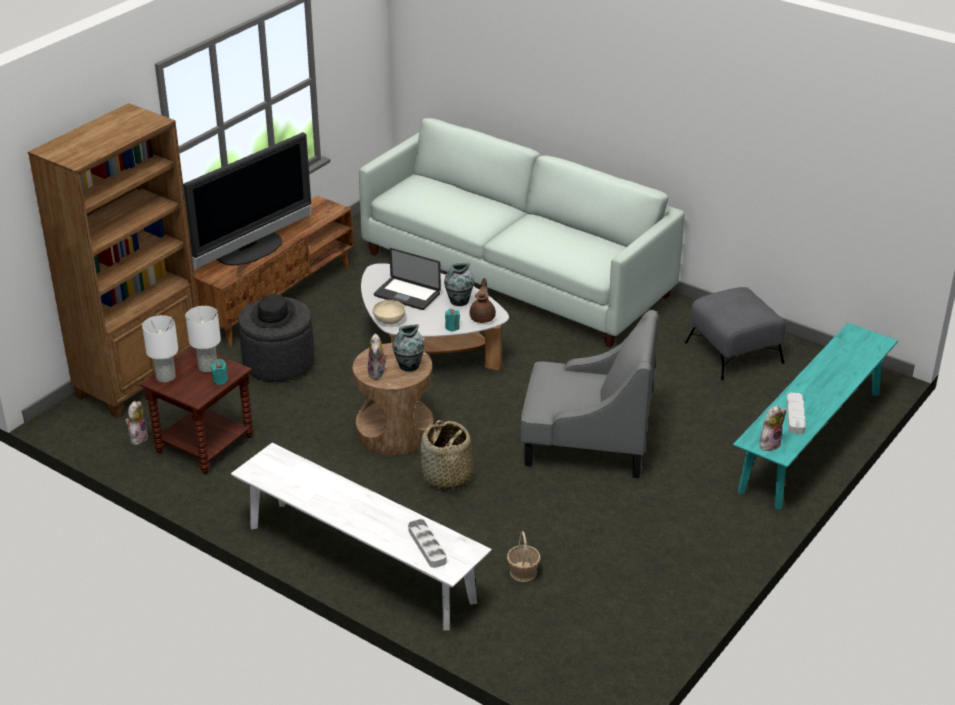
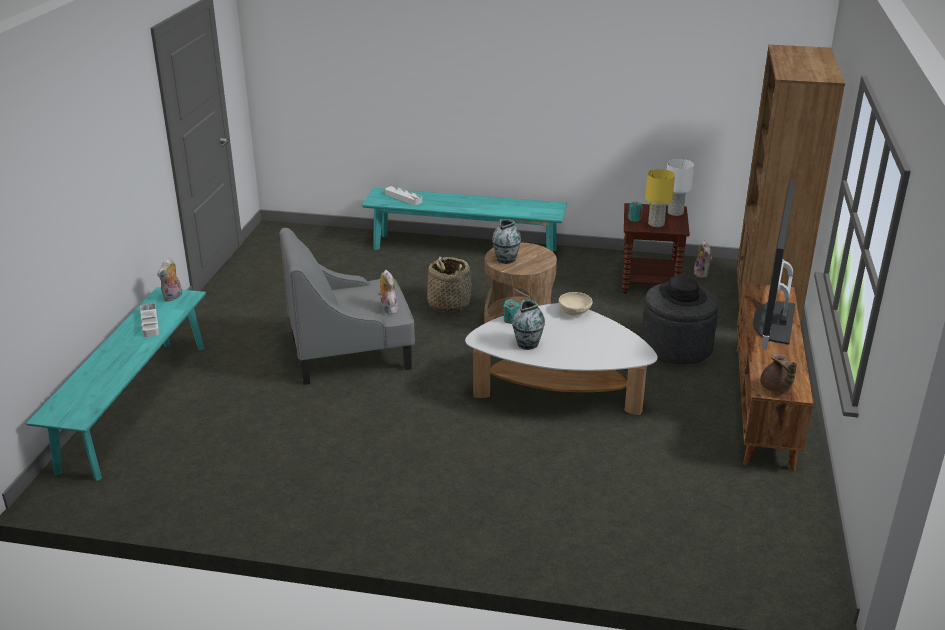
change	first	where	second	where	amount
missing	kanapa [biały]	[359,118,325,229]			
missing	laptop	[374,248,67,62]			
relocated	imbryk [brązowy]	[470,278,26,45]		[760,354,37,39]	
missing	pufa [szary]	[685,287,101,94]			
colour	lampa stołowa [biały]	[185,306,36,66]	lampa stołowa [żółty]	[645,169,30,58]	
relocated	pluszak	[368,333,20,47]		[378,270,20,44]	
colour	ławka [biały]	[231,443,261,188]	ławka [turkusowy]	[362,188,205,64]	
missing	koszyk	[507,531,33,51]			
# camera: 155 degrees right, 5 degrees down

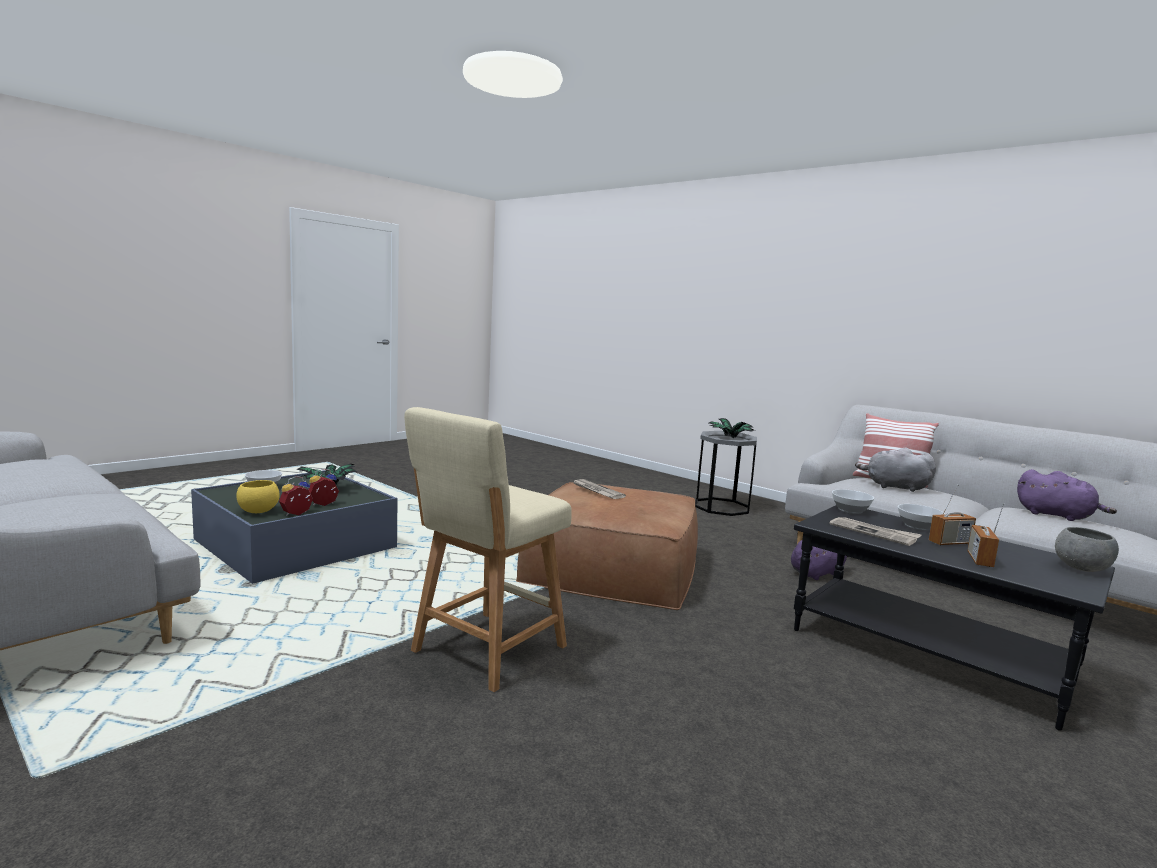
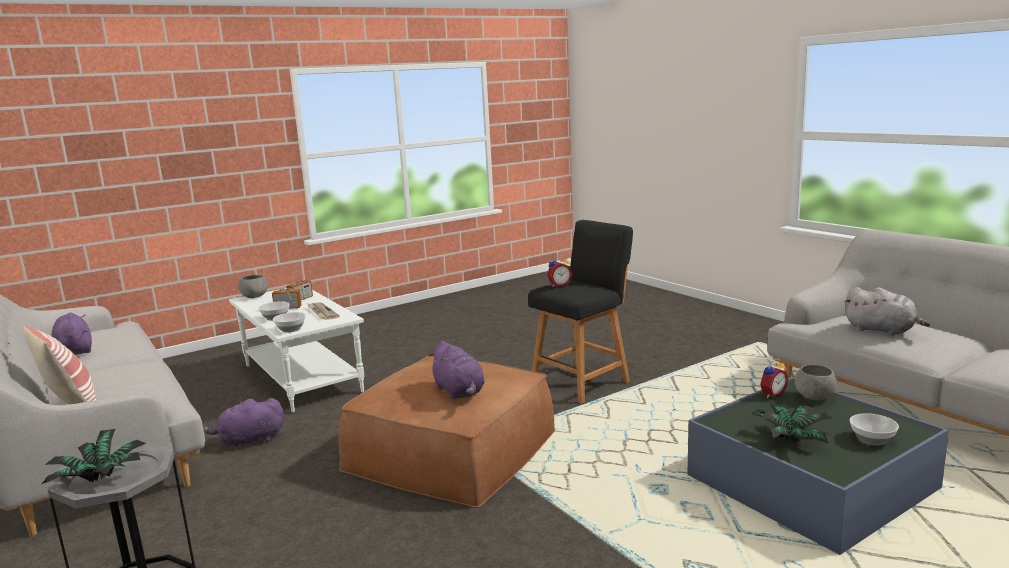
change	first	where	second	where	amount
colour	stołek [beżowy]	[404,407,168,285]	stołek [czarny]	[528,220,105,184]	
relocated	pluszak [szary]	[855,448,81,44]		[844,287,86,49]	
relocated	budzik	[308,469,31,37]		[547,255,25,32]	
exchanged	gazeta	[572,479,54,20]	pluszak [fioletowy]	[428,341,57,58]	
colour	miska [żółty]	[236,480,44,33]	miska [szary]	[795,365,41,35]	
colour	ława [czarny]	[794,505,321,226]	ława [biały]	[229,288,136,124]	
# camera: 165 degrees left, 5 degrees up

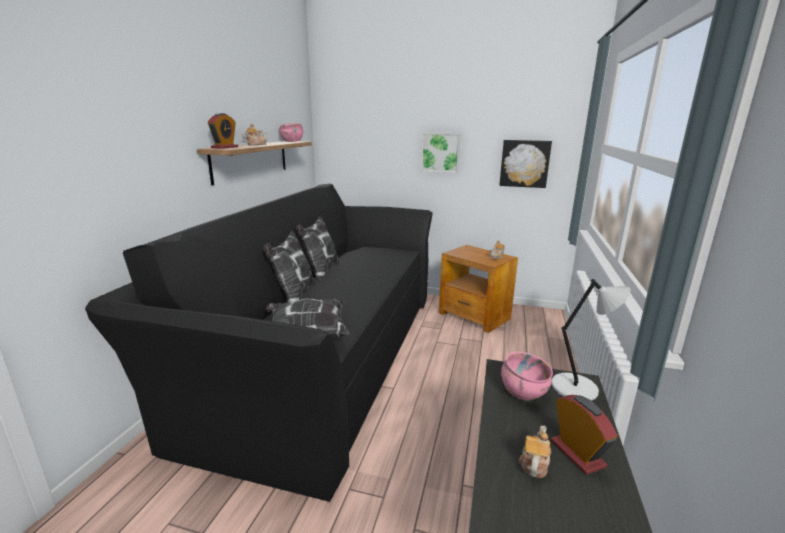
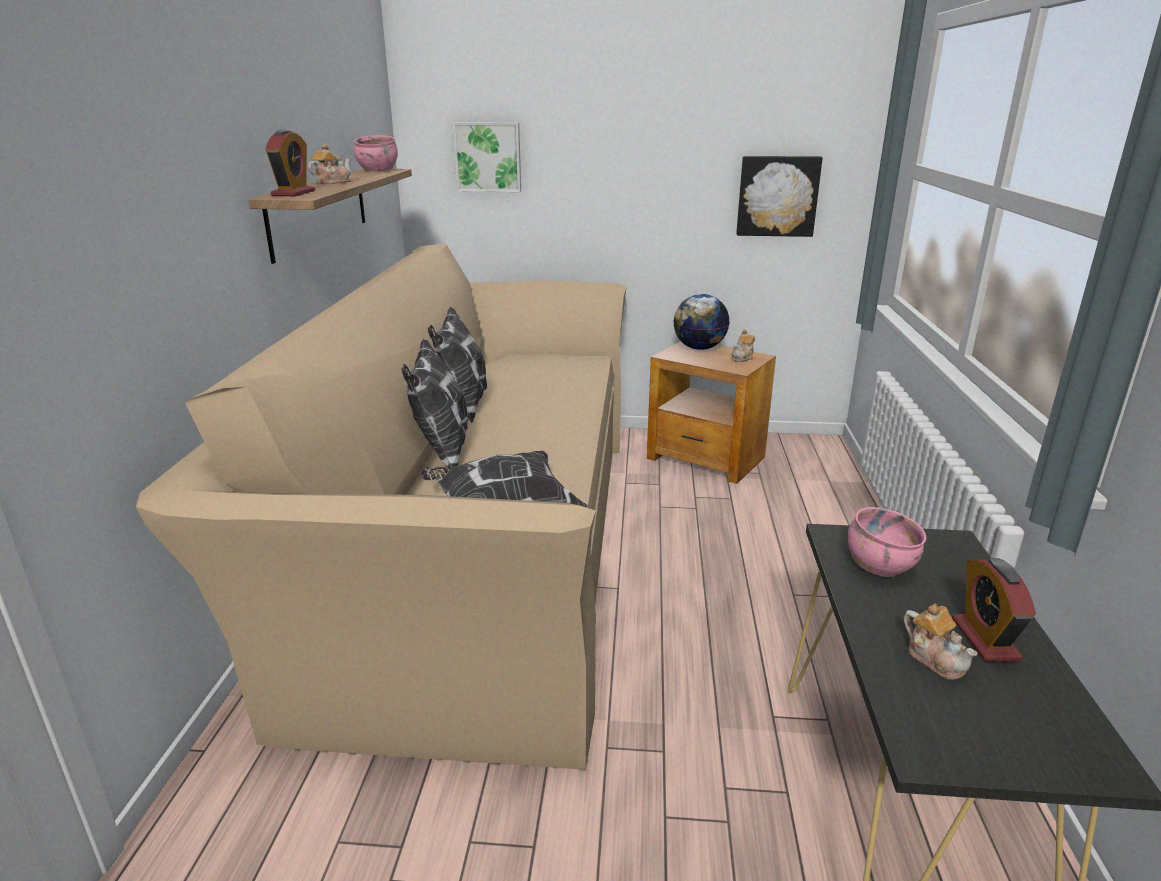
change	first	where	second	where	amount
relocated	obraz	[421,133,40,40]		[453,122,68,70]	
colour	kanapa [czarny]	[85,183,348,319]	kanapa [beżowy]	[136,243,491,527]	
missing	lampa stołowa [szary]	[551,279,80,122]			
spun	budzik	[551,395,67,80]		[952,558,84,104]	150 degrees counterclockwise
spun	imbryk	[519,426,32,52]		[904,604,74,76]	135 degrees clockwise
appeared			globus	[673,294,57,56]	
# camera: 10 degrees left, 5 degrees up

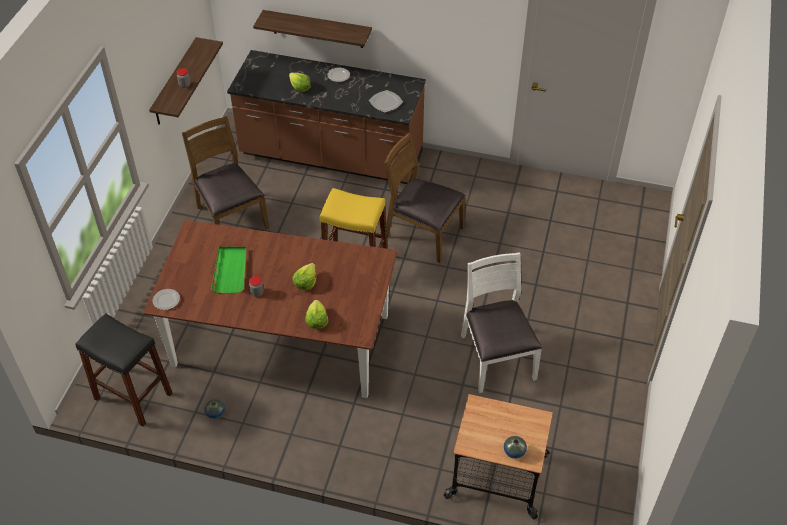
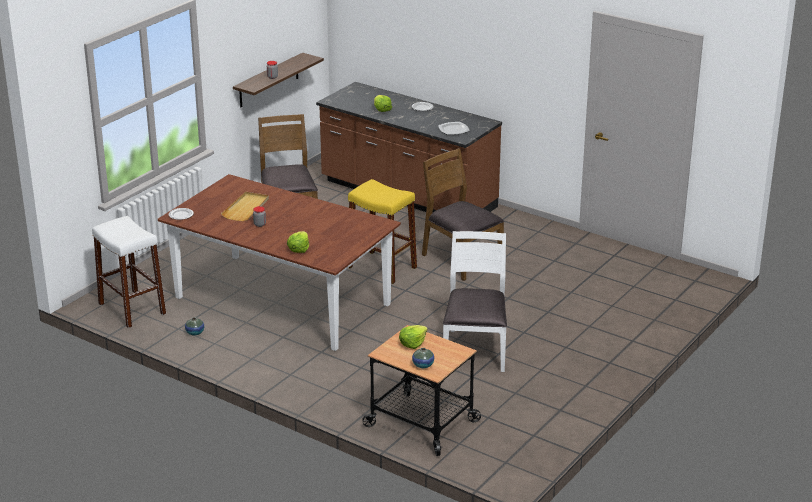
change	first	where	second	where	amount
missing	półka	[253,10,119,38]			
colour	taca [zielony]	[211,246,36,47]	taca [beżowy]	[221,192,48,29]	
relocated	sałata	[293,263,23,27]		[399,325,29,24]	
colour	stołek [czarny]	[75,313,97,114]	stołek [biały]	[92,216,74,112]	
# camera: 20 degrees right, 20 degrees down

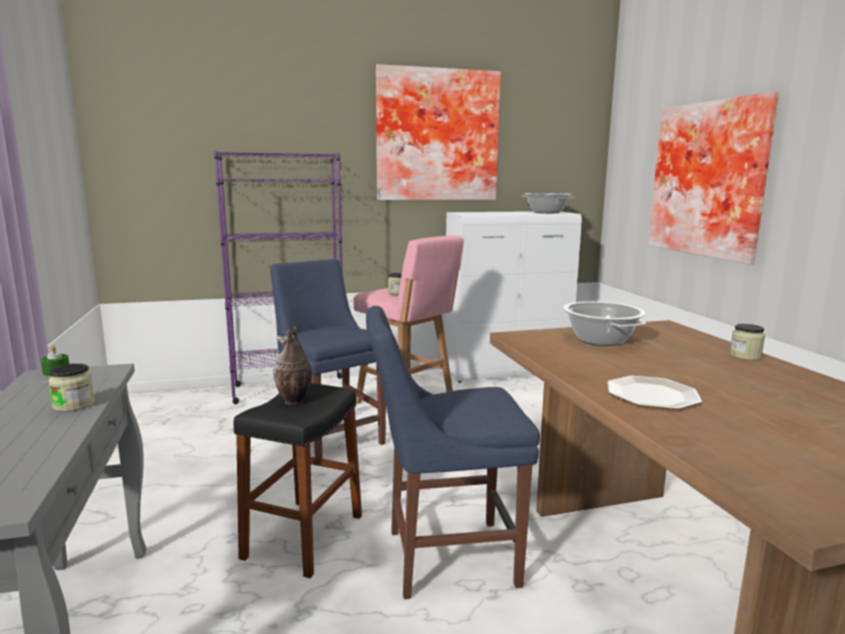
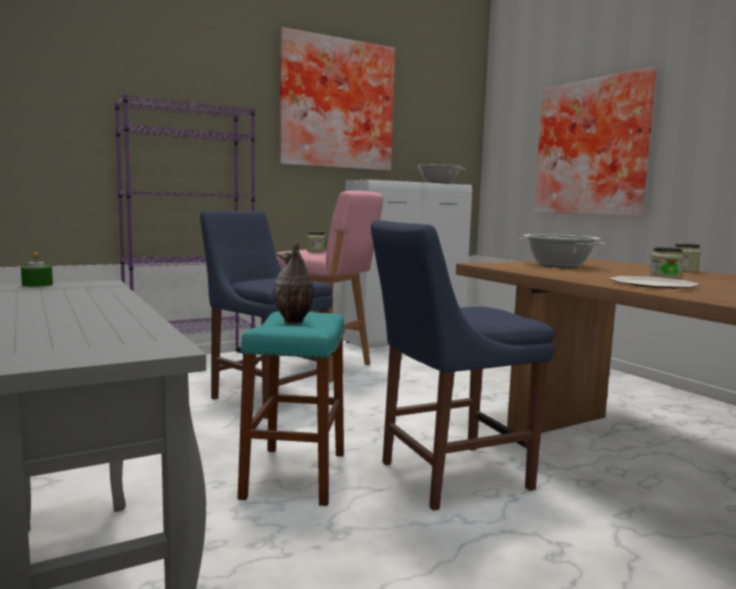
change	first	where	second	where	amount
relocated	słoik	[48,363,47,49]		[650,247,33,33]	
colour	stołek [czarny]	[234,383,128,195]	stołek [turkusowy]	[238,311,107,195]	
# camera: 15 degrees left, 5 degrees down

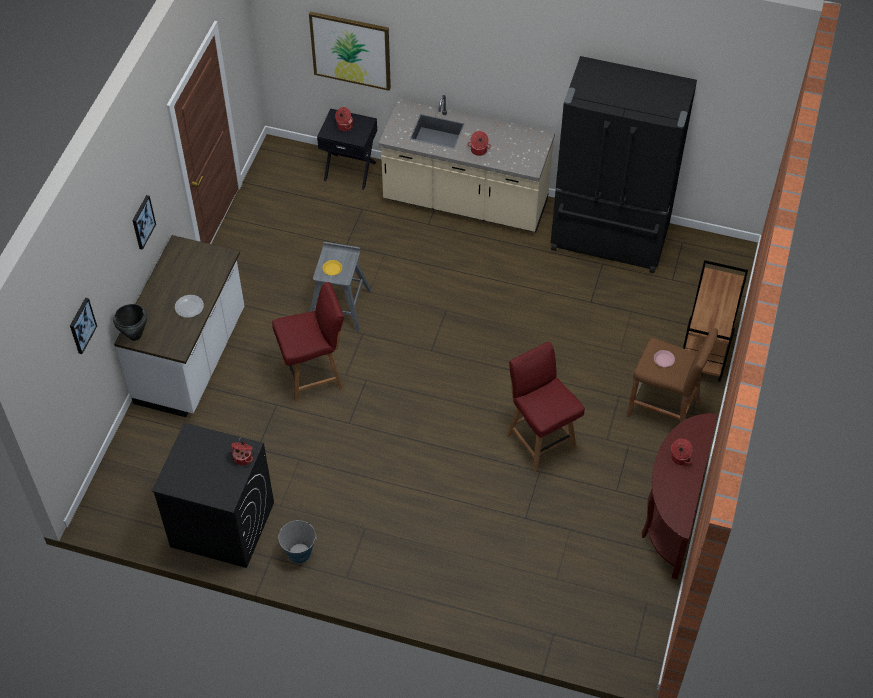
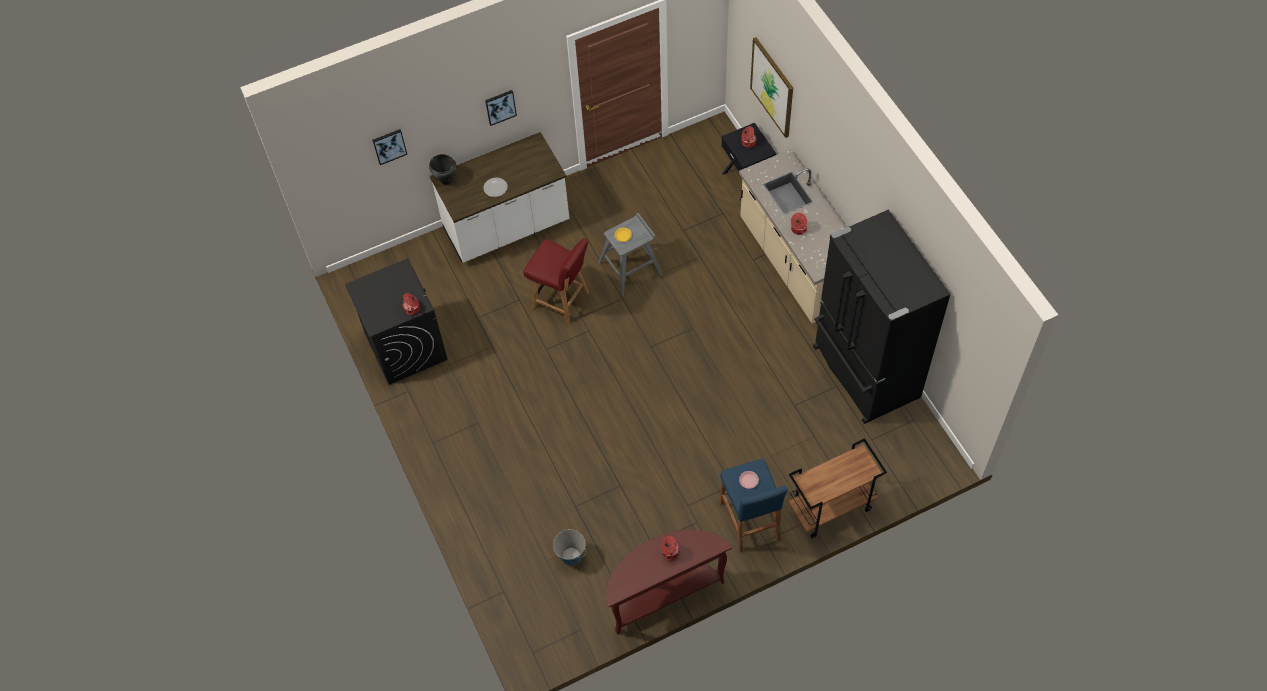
change	first	where	second	where	amount
colour	stołek [brązowy]	[627,328,91,95]	stołek [niebieski]	[720,459,68,93]	
missing	krzesło [czerwony]	[507,342,78,129]			
relocated	wiadro	[278,520,39,43]		[553,529,33,37]	
# camera: 50 degrees right, 5 degrees up

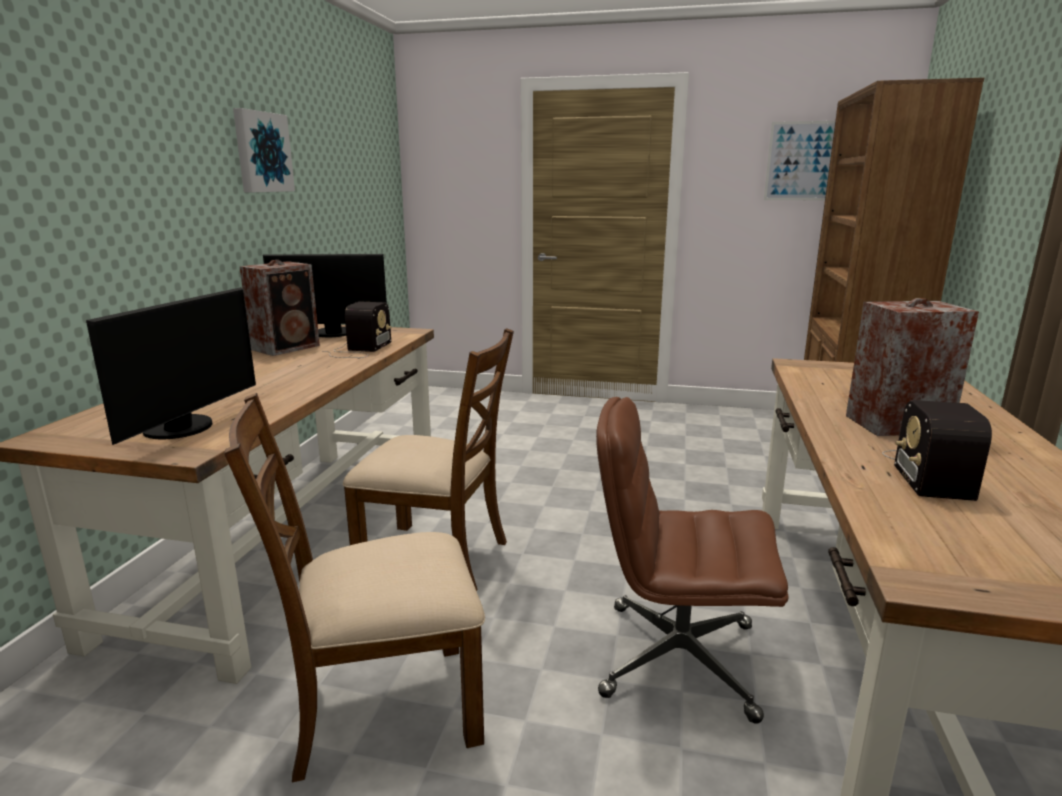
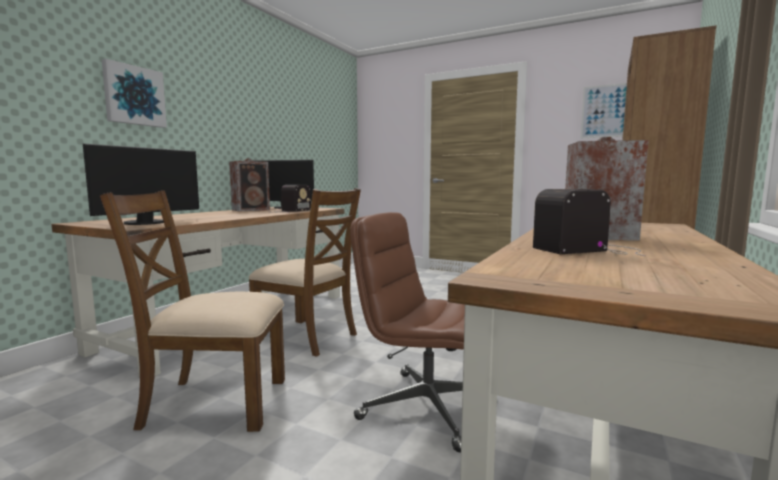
change	first	where	second	where	amount
relocated	obraz	[233,108,62,84]		[102,59,65,69]	
spun	radio	[882,400,110,101]		[533,189,112,67]	45 degrees clockwise
# camera: 15 degrees right, 10 degrees down

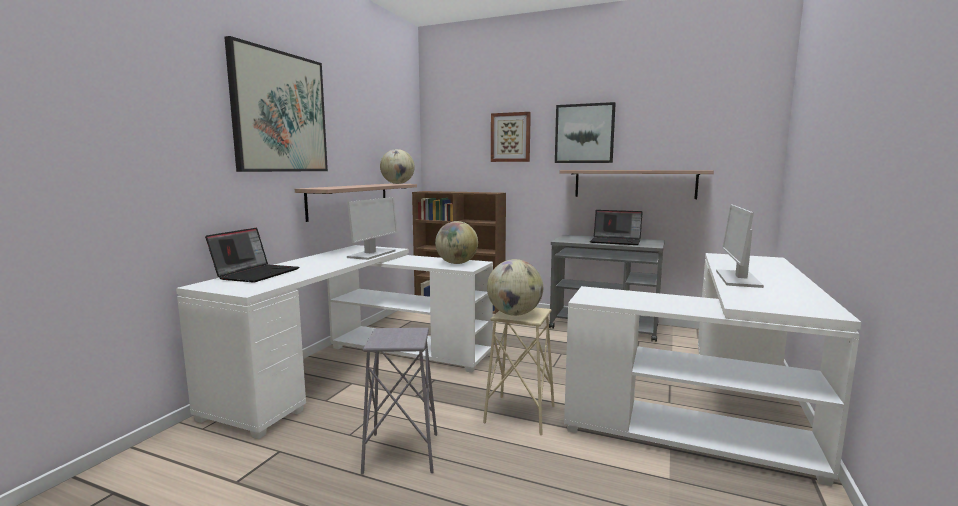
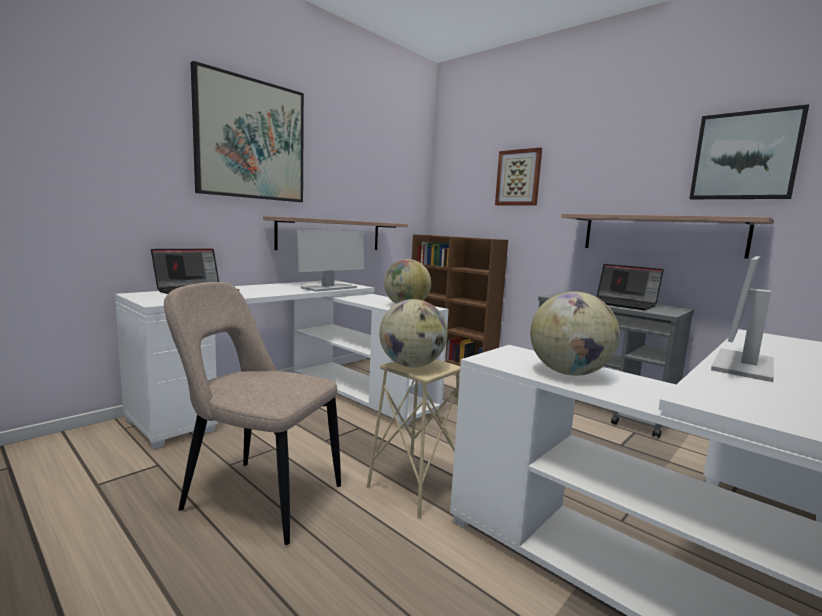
change	first	where	second	where	amount
relocated	obraz	[555,102,61,61]		[689,104,120,95]	
relocated	globus	[380,149,35,35]		[530,291,90,85]	
exchanged	stołek [szary]	[361,328,76,146]	krzesło [beżowy]	[164,282,177,263]	
# camera: 20 degrees right, 0 degrees up

